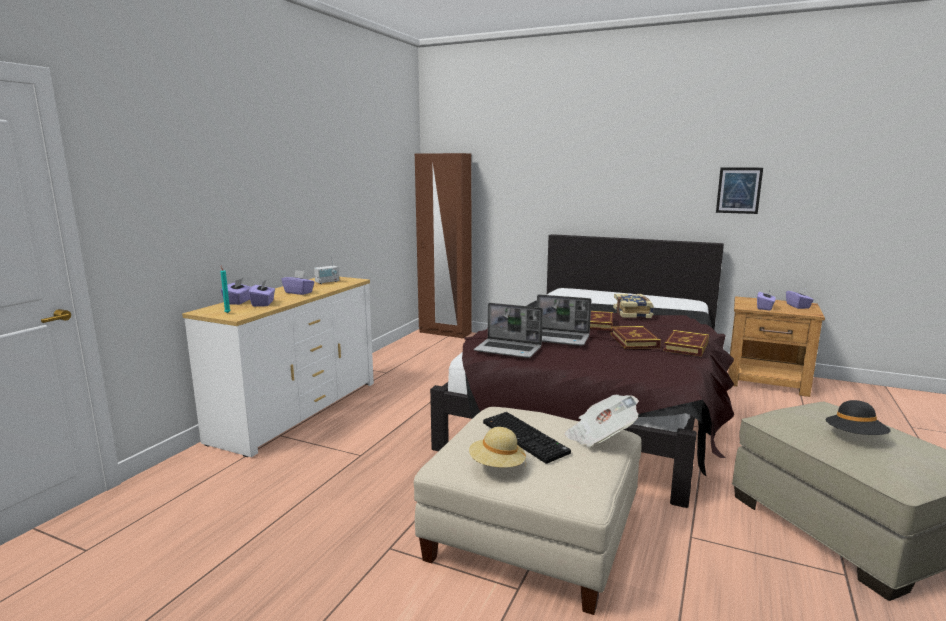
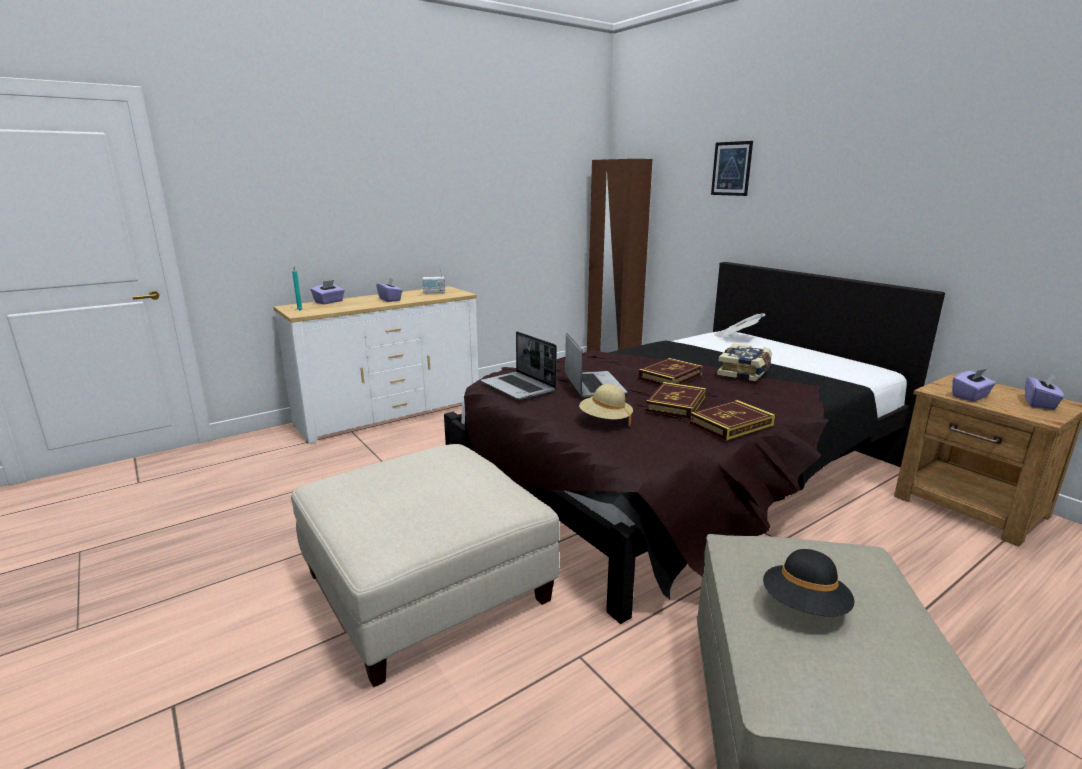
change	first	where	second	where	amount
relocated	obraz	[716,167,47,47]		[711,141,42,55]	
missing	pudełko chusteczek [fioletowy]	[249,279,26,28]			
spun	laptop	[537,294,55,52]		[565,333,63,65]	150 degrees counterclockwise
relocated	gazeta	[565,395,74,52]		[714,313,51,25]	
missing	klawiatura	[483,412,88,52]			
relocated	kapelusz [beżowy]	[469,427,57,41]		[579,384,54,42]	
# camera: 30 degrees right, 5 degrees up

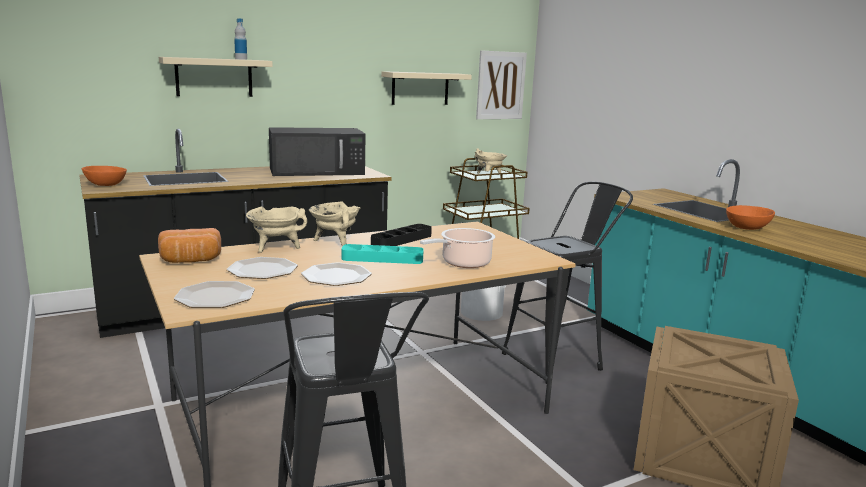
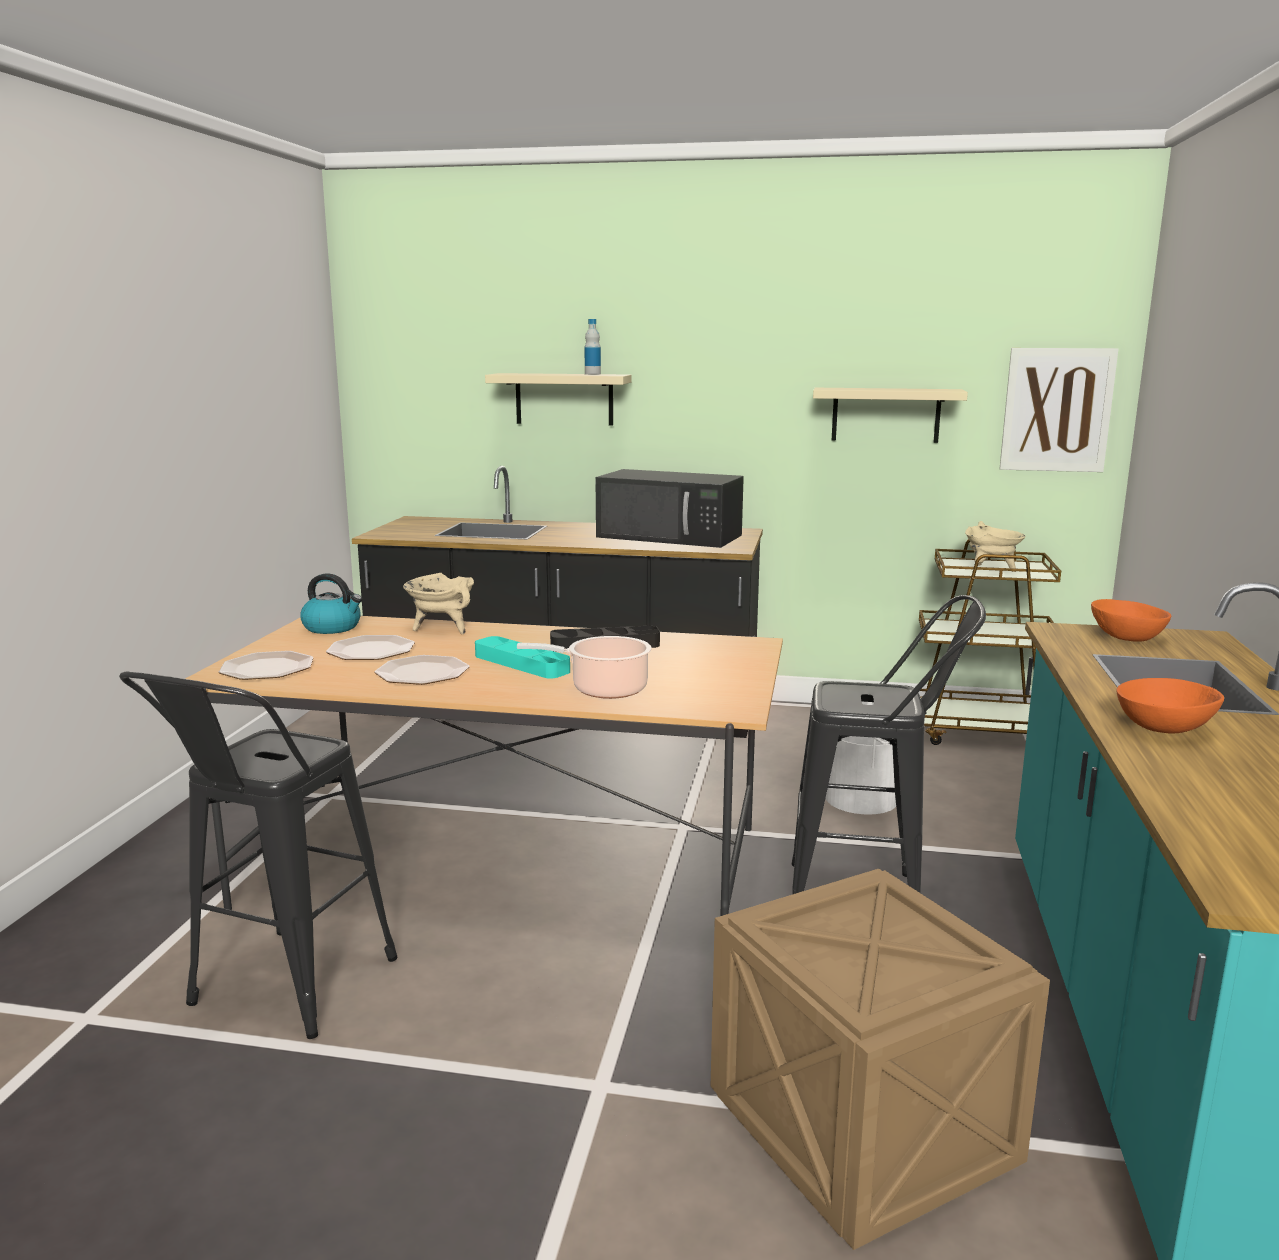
change	first	where	second	where	amount
relocated	miska [pomarańczowy]	[82,166,45,20]		[1091,599,80,43]	
missing	garnek [beżowy]	[309,201,51,46]			
exchanged	chleb	[158,228,63,35]	czajnik	[300,573,62,61]	
# camera: 40 degrees right, 0 degrees up

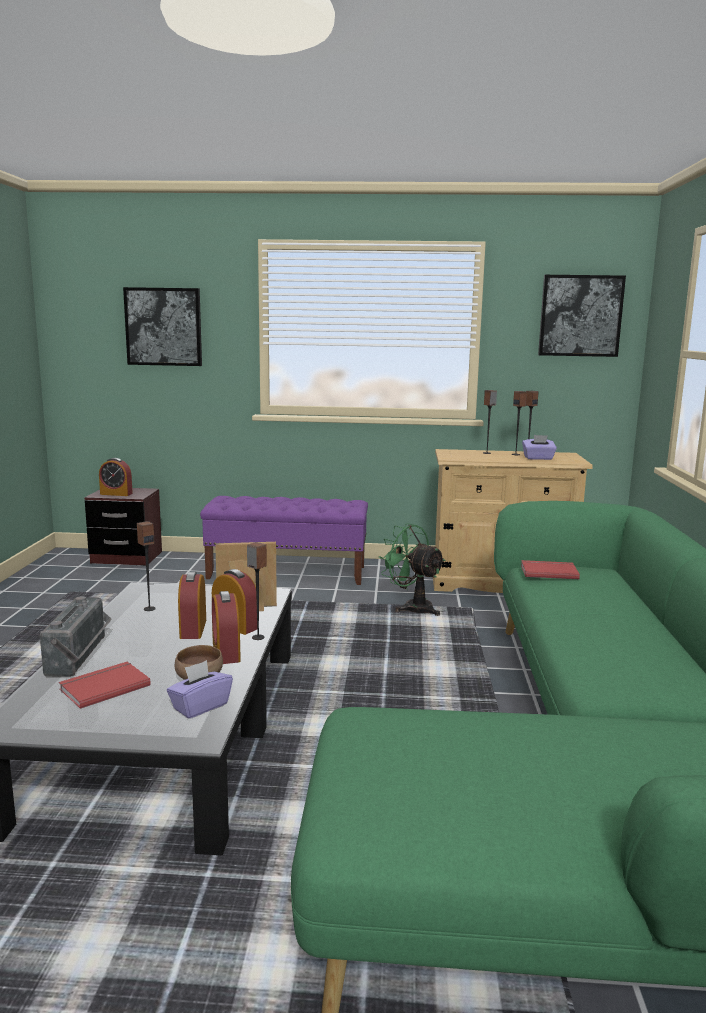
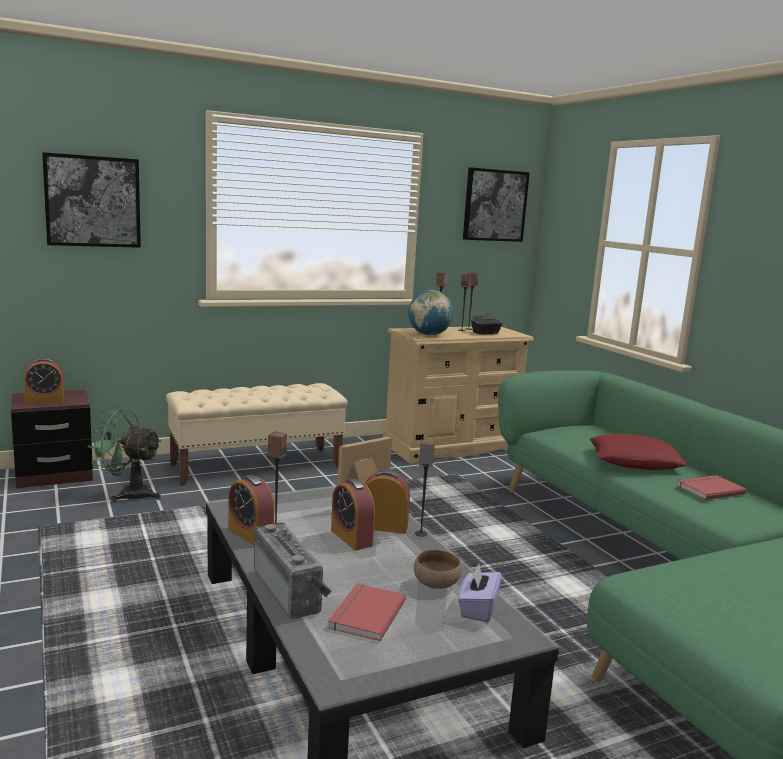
change	first	where	second	where	amount
colour	pudełko chusteczek [fioletowy]	[522,435,35,25]	pudełko chusteczek [czarny]	[471,313,31,22]	
colour	ławka [fioletowy]	[200,496,168,89]	ławka [beżowy]	[166,383,182,103]	
relocated	wentylator [zielony]	[379,523,67,93]		[88,407,74,95]	
relocated	książka [czerwony]	[521,560,59,19]		[676,475,71,25]	
relocated	budzik	[212,591,29,73]		[228,475,47,70]	
appeared			globus	[408,290,45,46]	
appeared			poduszka [czerwony]	[589,433,99,37]	
# camera: 30 degrees left, 0 degrees up

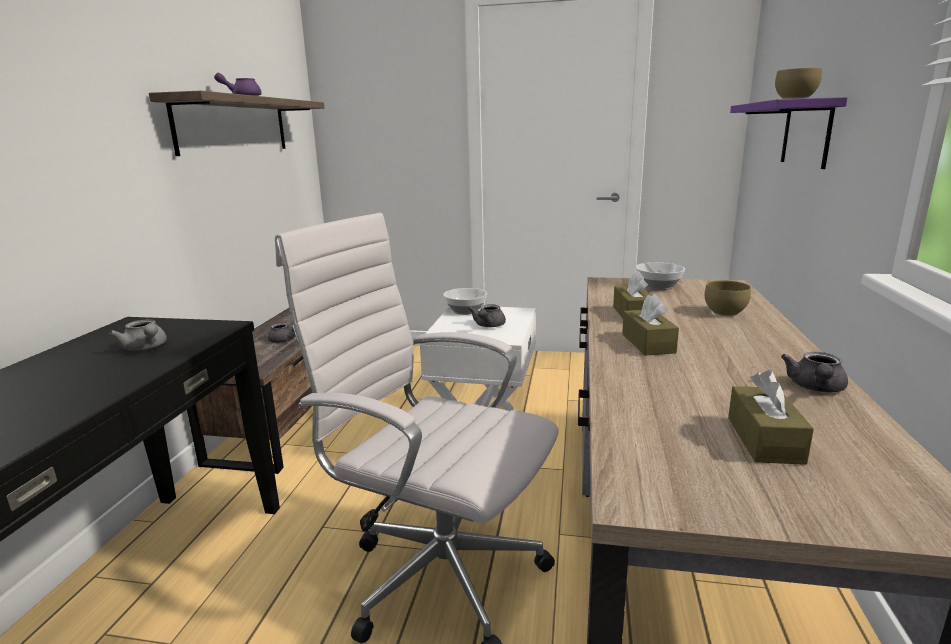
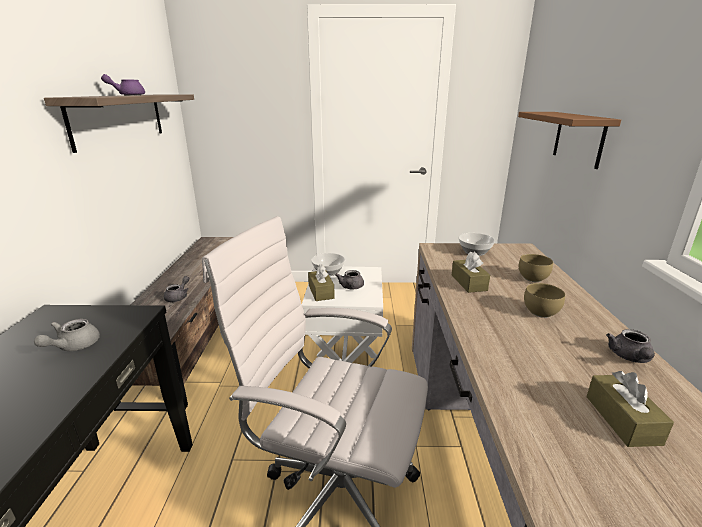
change	first	where	second	where	amount
relocated	miska [brązowy]	[775,68,47,31]		[524,283,41,35]	
colour	półka [fioletowy]	[730,97,117,72]	półka [brązowy]	[518,112,103,57]	
relocated	pudełko chusteczek [brązowy]	[622,294,57,62]		[308,264,27,37]	
spun	imbryk [szary]	[109,319,58,32]		[34,319,66,32]	75 degrees clockwise
# camera: 10 degrees left, 5 degrees up

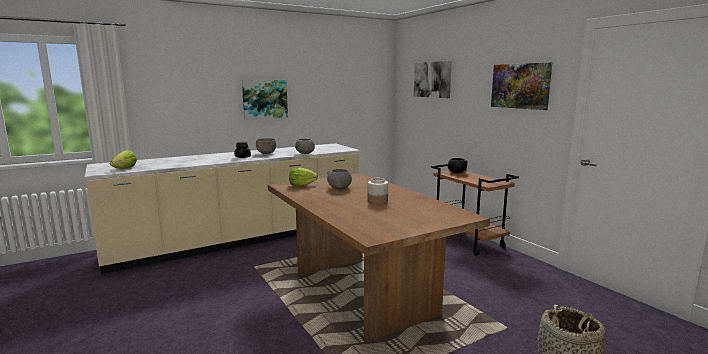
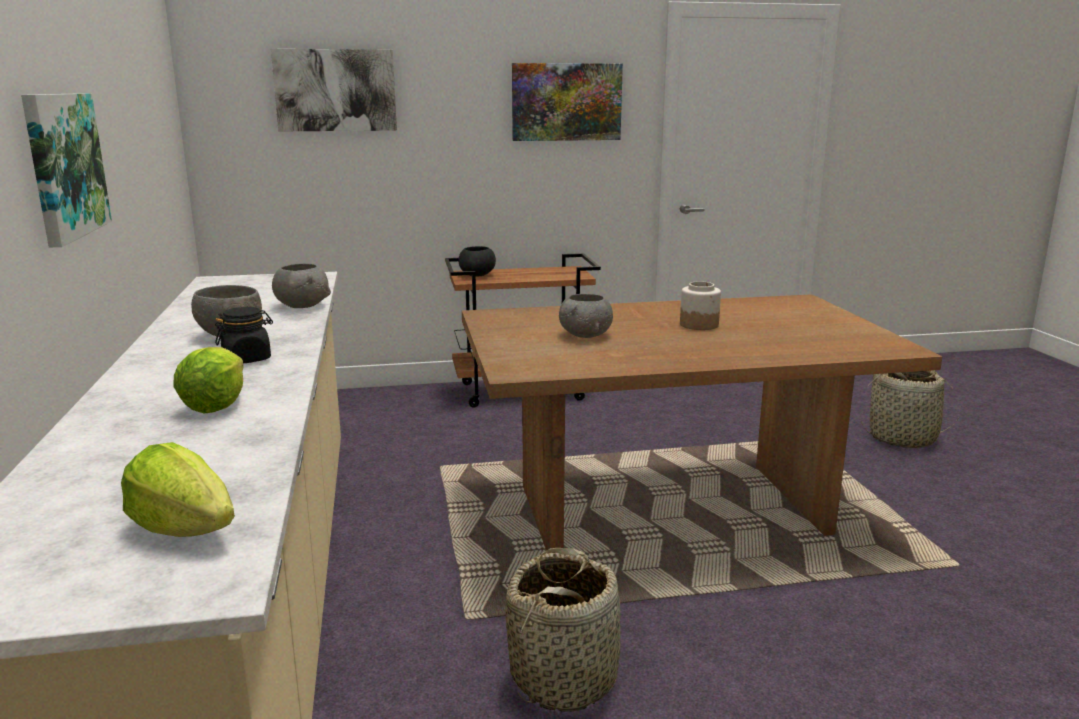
change	first	where	second	where	amount
relocated	sałata	[289,167,29,19]		[173,347,71,67]	
appeared			koszyk	[505,548,116,164]	
# camera: 70 degrees left, 5 degrees up

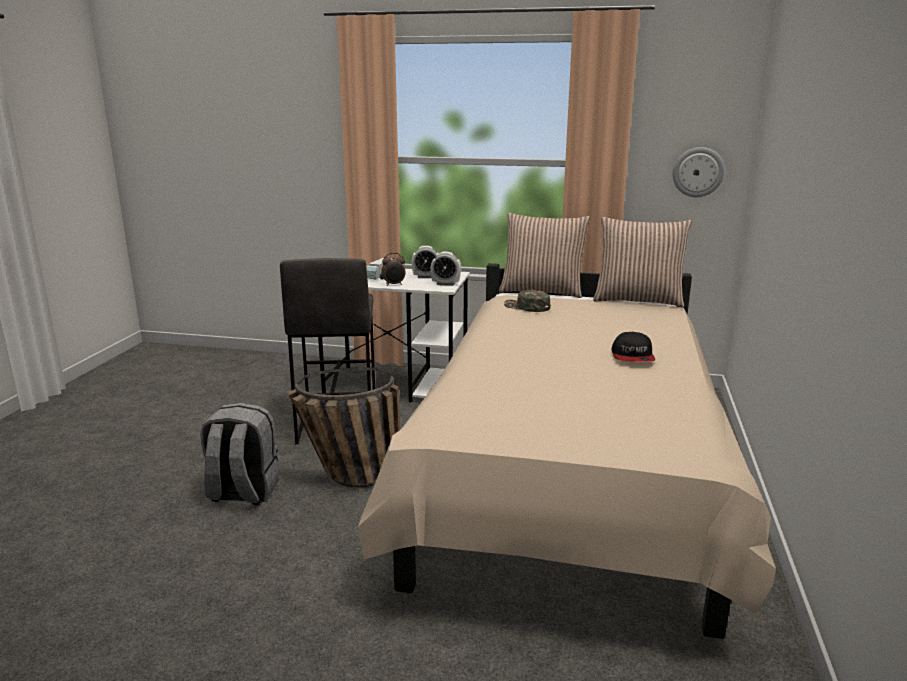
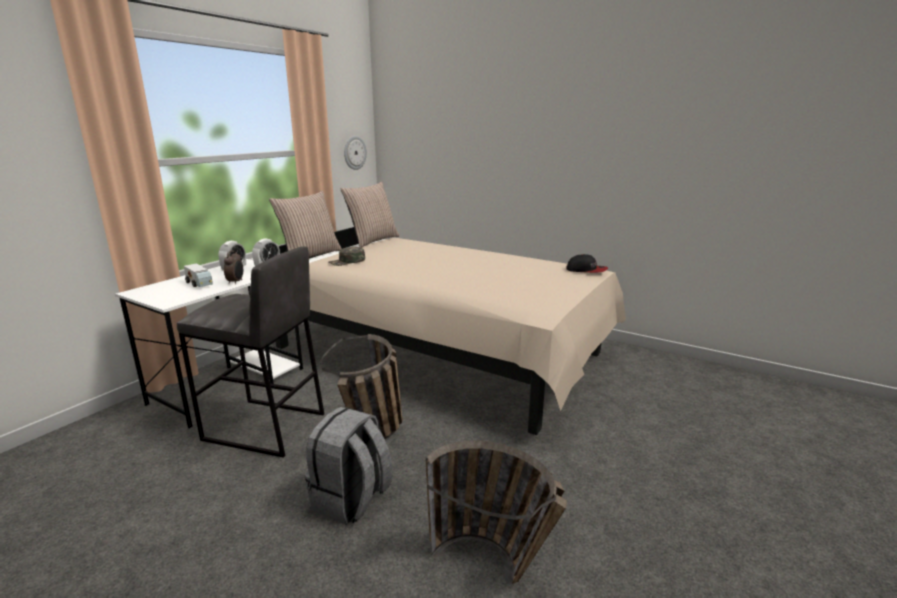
change	first	where	second	where	amount
relocated	czapka z daszkiem	[612,332,43,30]		[566,254,42,19]	
appeared			koszyk	[425,440,142,147]	
# camera: 70 degrees left, 0 degrees up

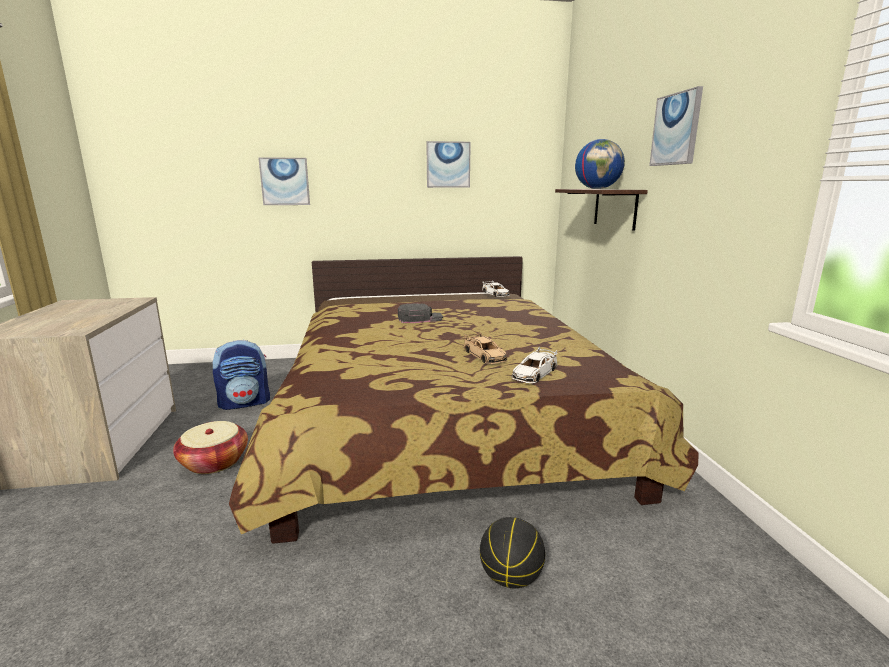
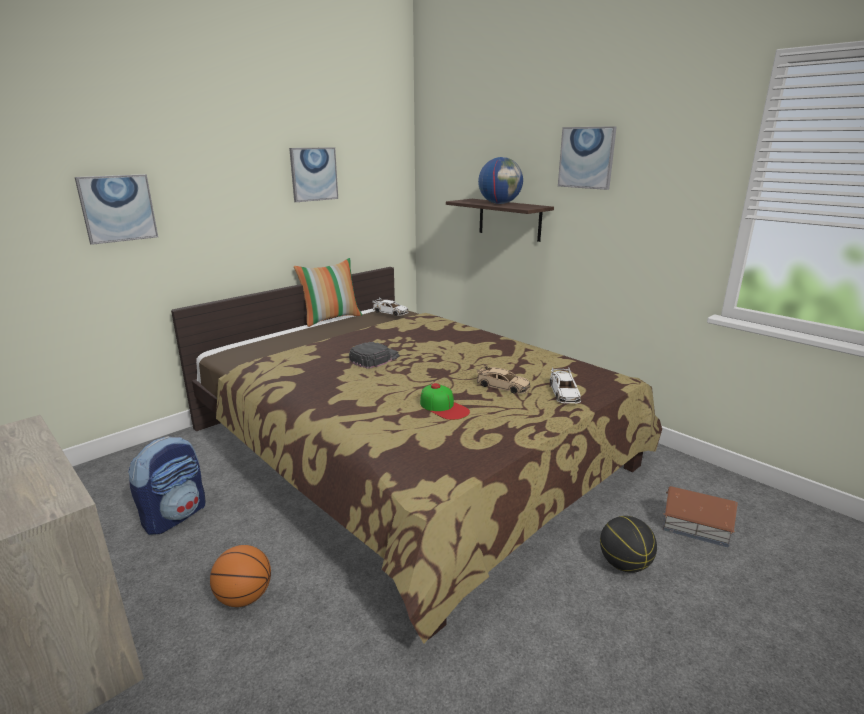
change	first	where	second	where	amount
exchanged	koszyk	[173,421,75,53]	piłka do koszykówki	[210,545,61,62]	
appeared			poduszka	[294,258,68,69]	
appeared			czapka z daszkiem	[420,383,50,37]	
appeared			domek	[663,486,75,61]	
# camera: 35 degrees left, 5 degrees up

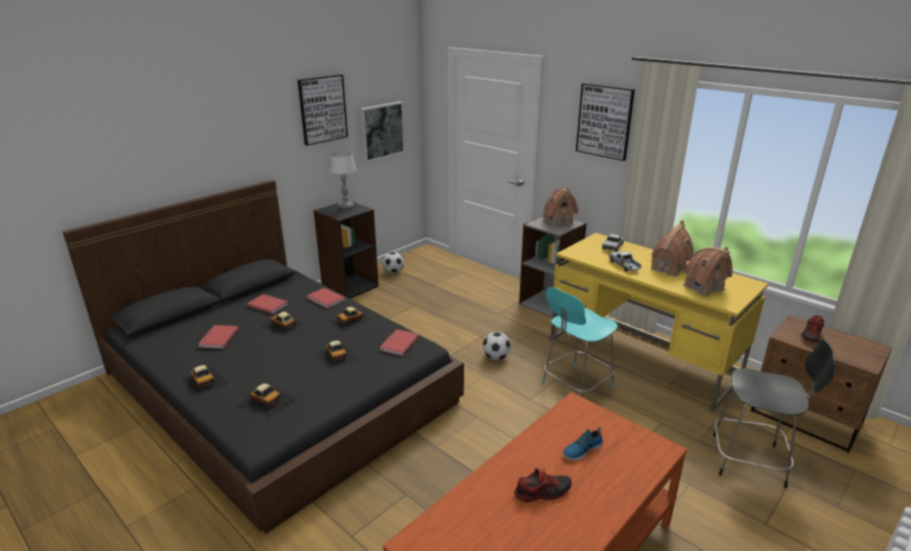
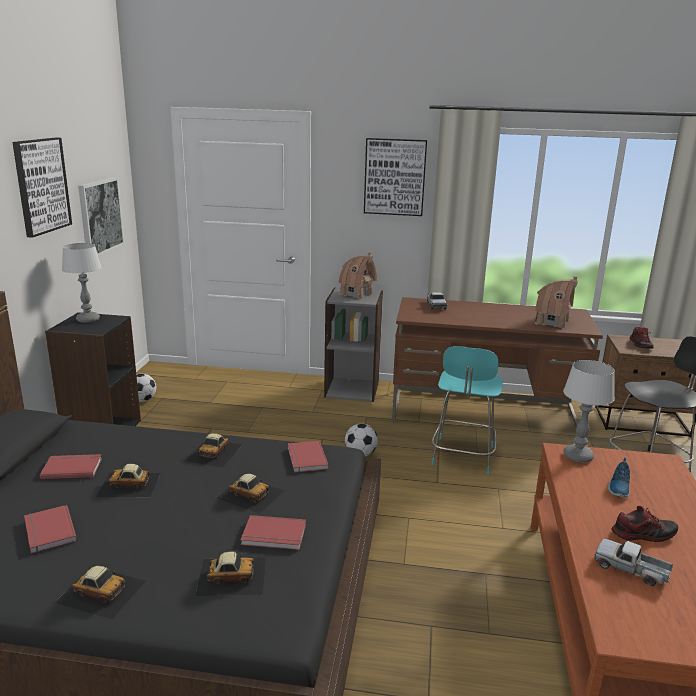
change	first	where	second	where	amount
missing	domek	[650,220,43,57]			
colour	biurko [żółty]	[550,233,219,178]	biurko [brązowy]	[392,297,211,130]	
relocated	ciężarówka zabawkowa	[609,251,32,21]		[594,539,79,47]	
relocated	książka [czerwony]	[307,288,38,21]		[241,515,65,35]	
spun	but	[514,468,58,34]		[611,506,67,36]	45 degrees clockwise
appeared			lampa stołowa	[563,360,52,103]	
# camera: 35 degrees left, 5 degrees down

